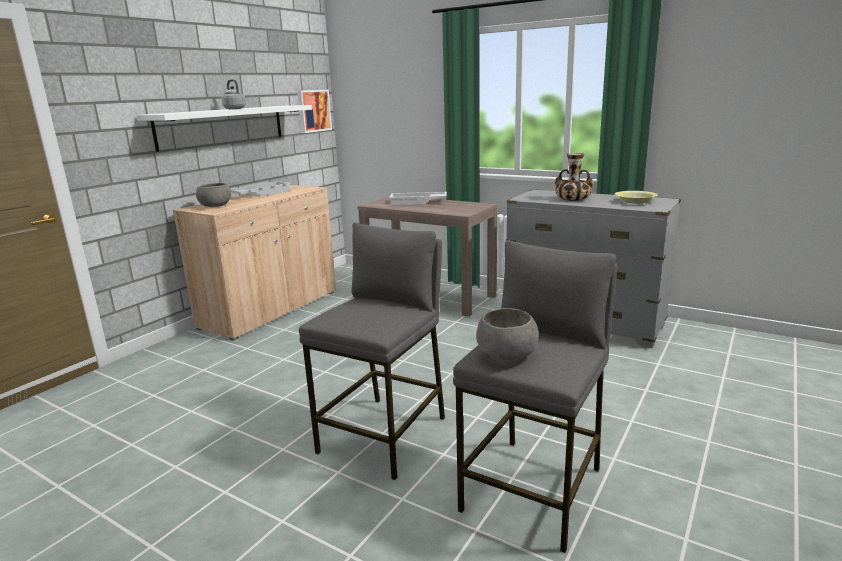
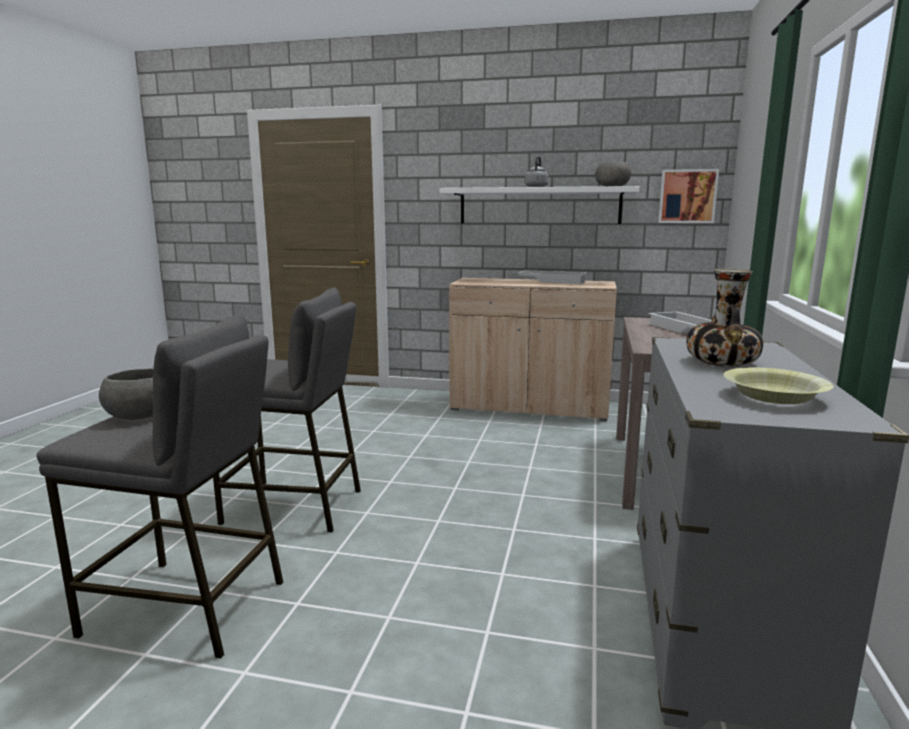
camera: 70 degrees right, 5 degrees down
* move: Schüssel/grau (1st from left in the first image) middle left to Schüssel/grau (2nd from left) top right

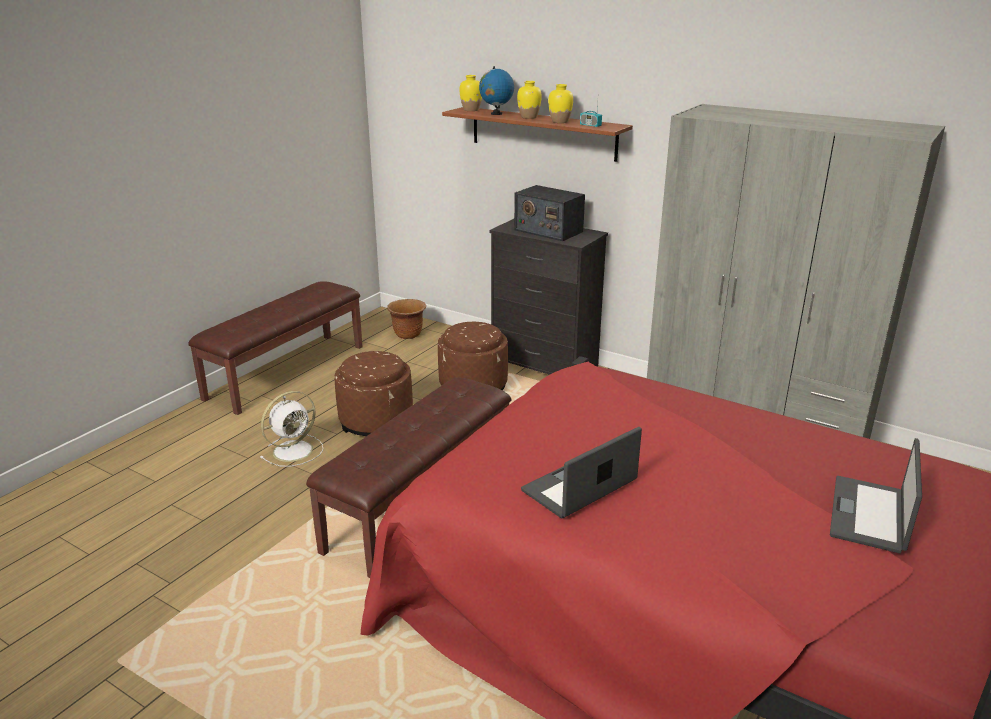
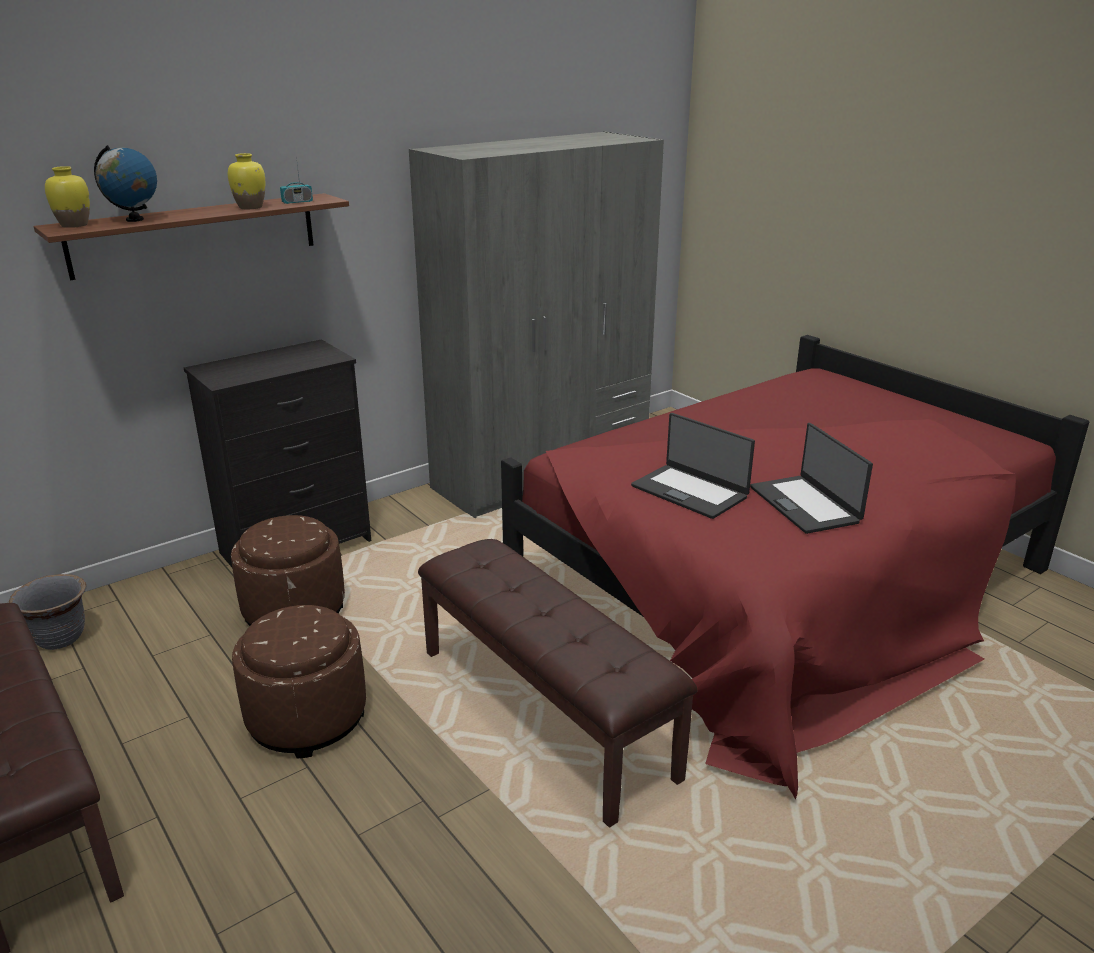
camera: 70 degrees left, 0 degrees up
* delete: Ventilator/weiß middle left
* recolor: Pflanzkübel/braun centre to Pflanzkübel/grau middle left
* delete: Radio (1st from left) top centre
* delete: Vase/gelb (2nd from left) top centre
* move: Laptop (2nd from left in the first image) bottom right to Laptop (1st from left) centre

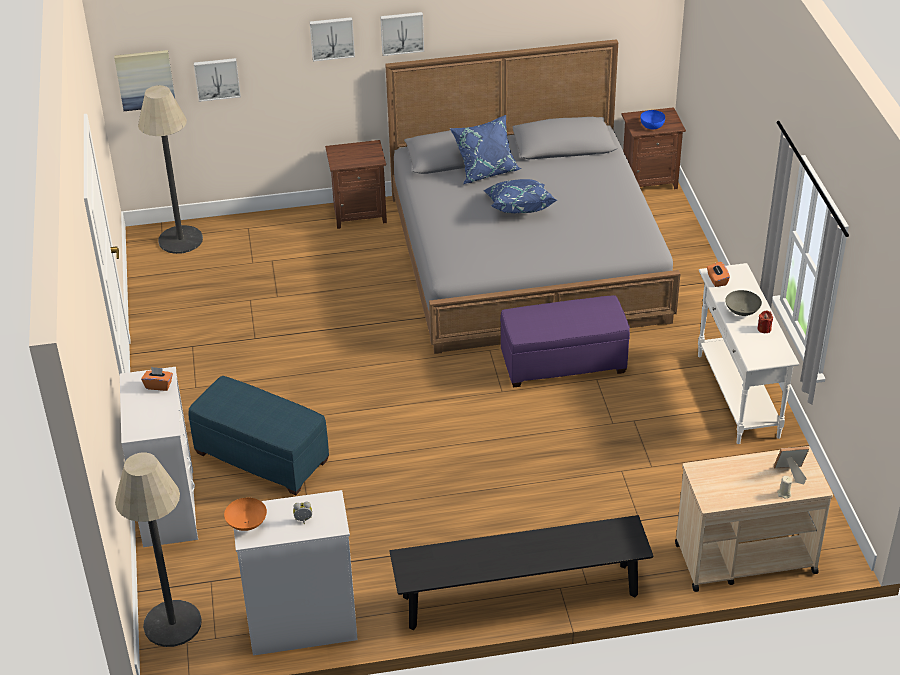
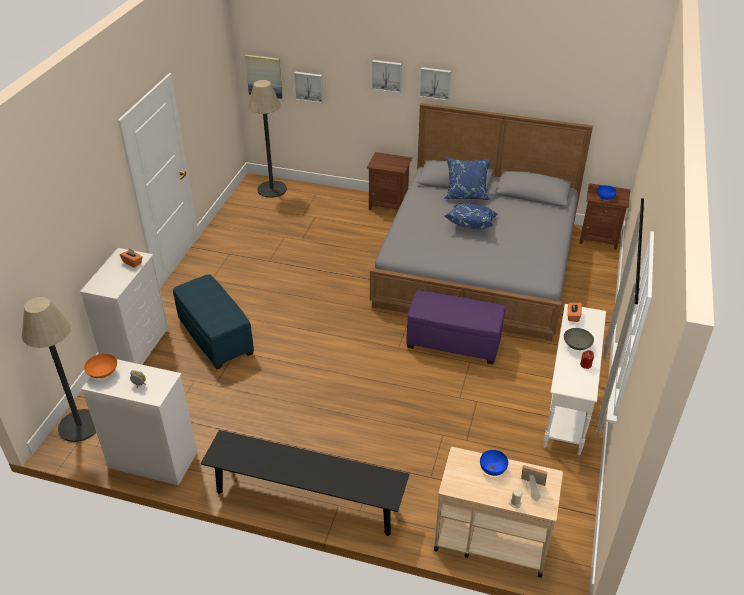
camera: 25 degrees right, 0 degrees up
* insert: Schüssel/blau (1st from left) bottom centre

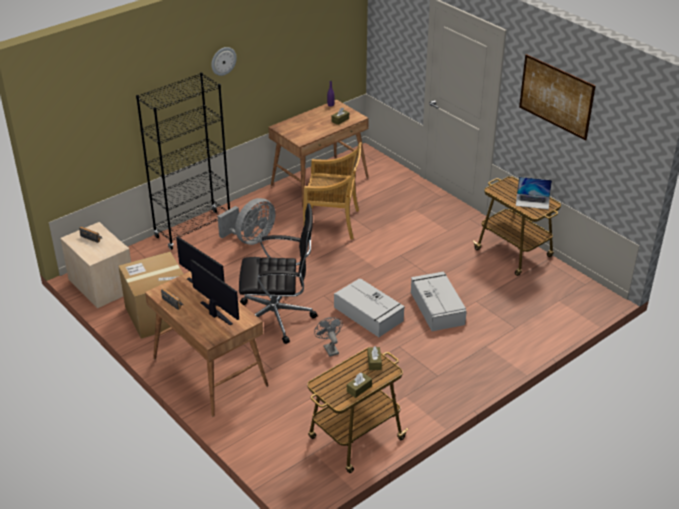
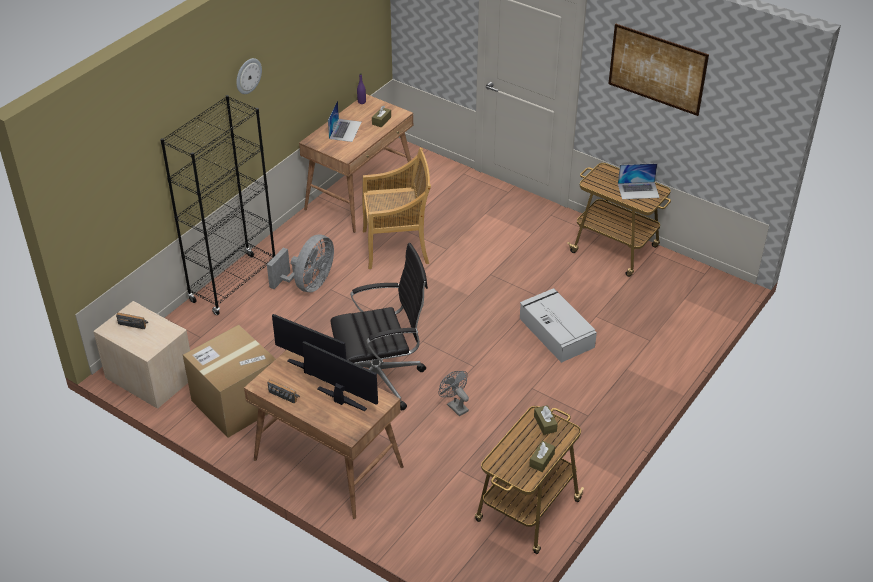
camera: 15 degrees left, 5 degrees up
* delete: Aufbewahrungsbox/grau (1st from left) centre
* insert: Laptop (1st from left) top centre

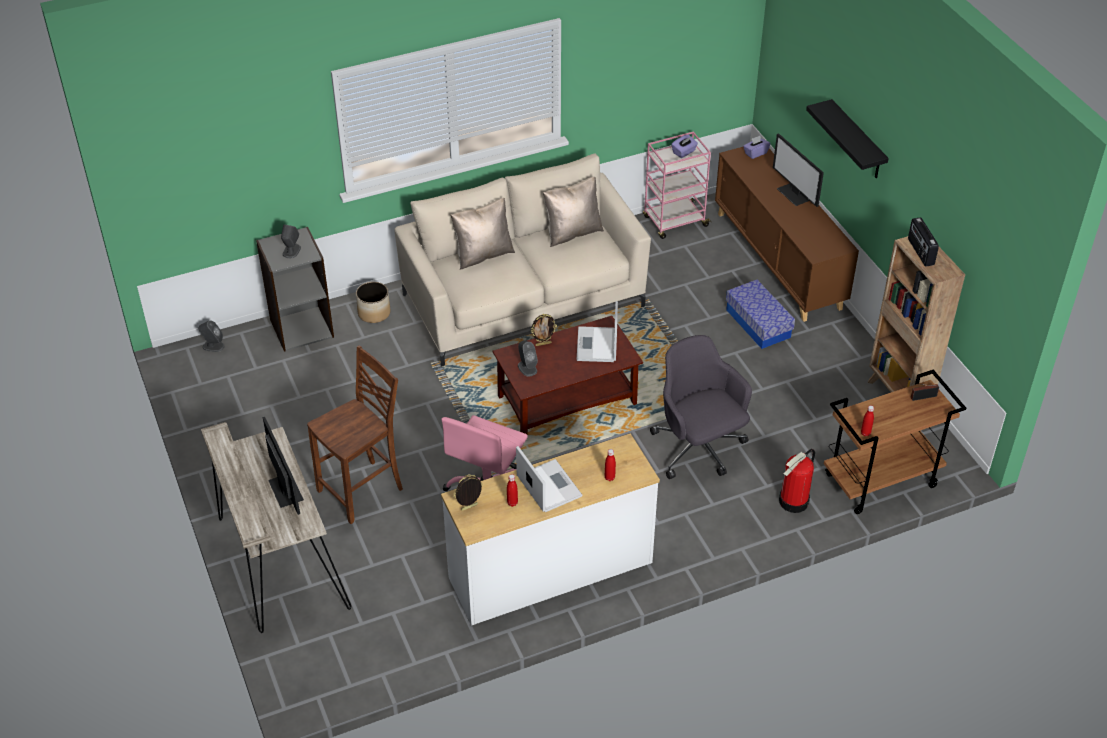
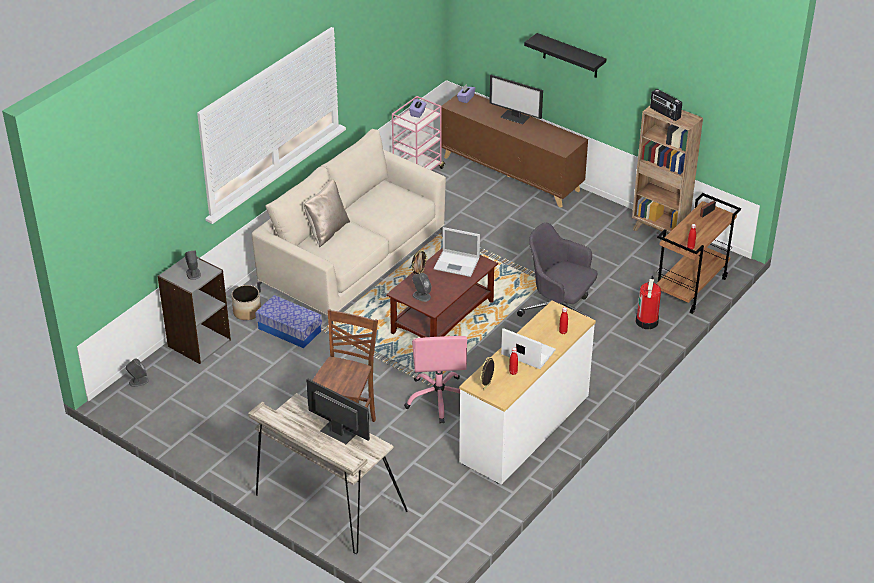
camera: 30 degrees left, 5 degrees down
* delete: Kissen/beige (2nd from left) top centre
* rotate: Laptop (2nd from left in the first image) centre = centre 45 degrees counterclockwise
* move: Aufbewahrungsbox middle right to middle left

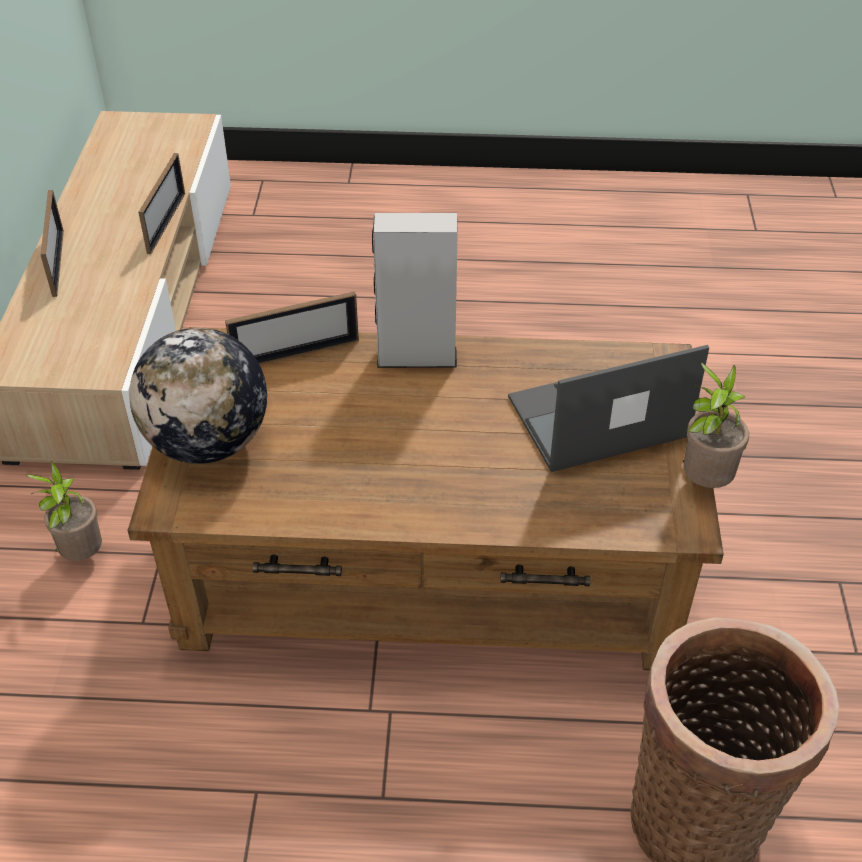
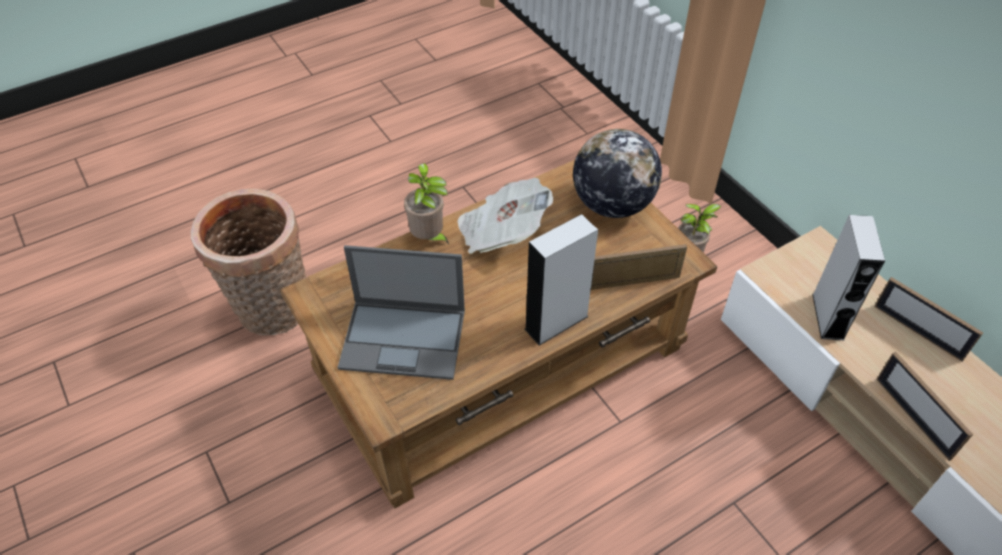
camera: 145 degrees right, 5 degrees up
* rotate: Bilderrahmen (3rd from left in the first image) centre = centre 45 degrees clockwise
* rotate: Laptop middle right = centre 60 degrees clockwise
* move: Topfpflanze (2nd from left in the first image) middle right to Topfpflanze (1st from left) centre
* insert: Zeitung centre
* insert: Lautsprecher/grau (2nd from left) middle right

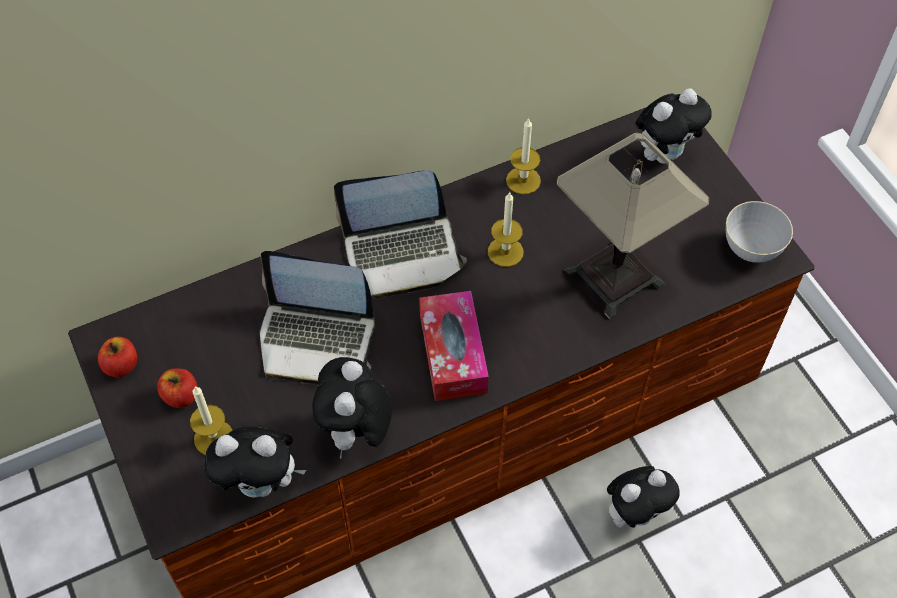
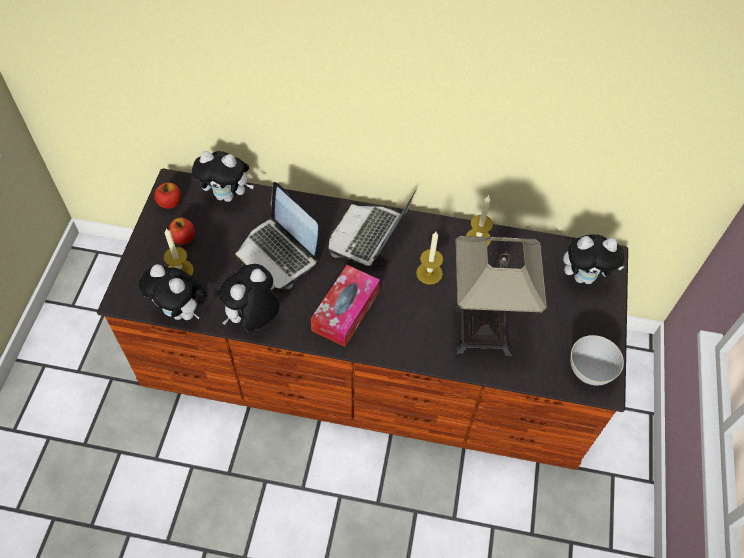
camera: 35 degrees right, 0 degrees up
* rotate: Laptop (2nd from left) centre = centre 90 degrees clockwise
* move: Plüschtier (3rd from left in the first image) bottom right to Plüschtier (2nd from left) top left

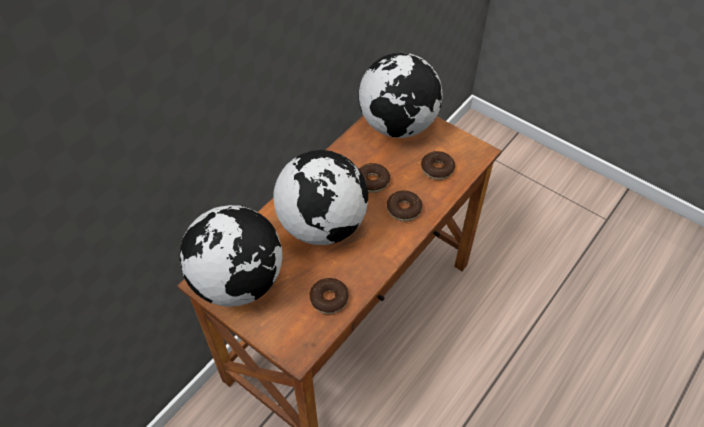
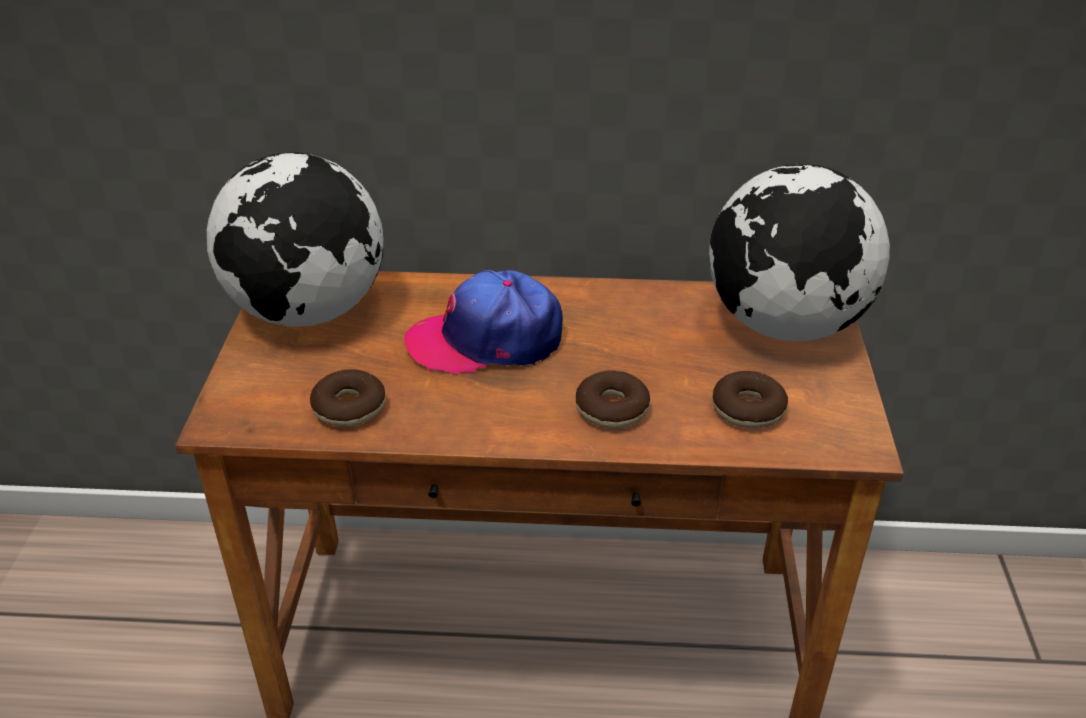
camera: 55 degrees right, 15 degrees down
* replace: Globus (2nd from left) centre to Kappe centre
* delete: Donut (2nd from left) centre

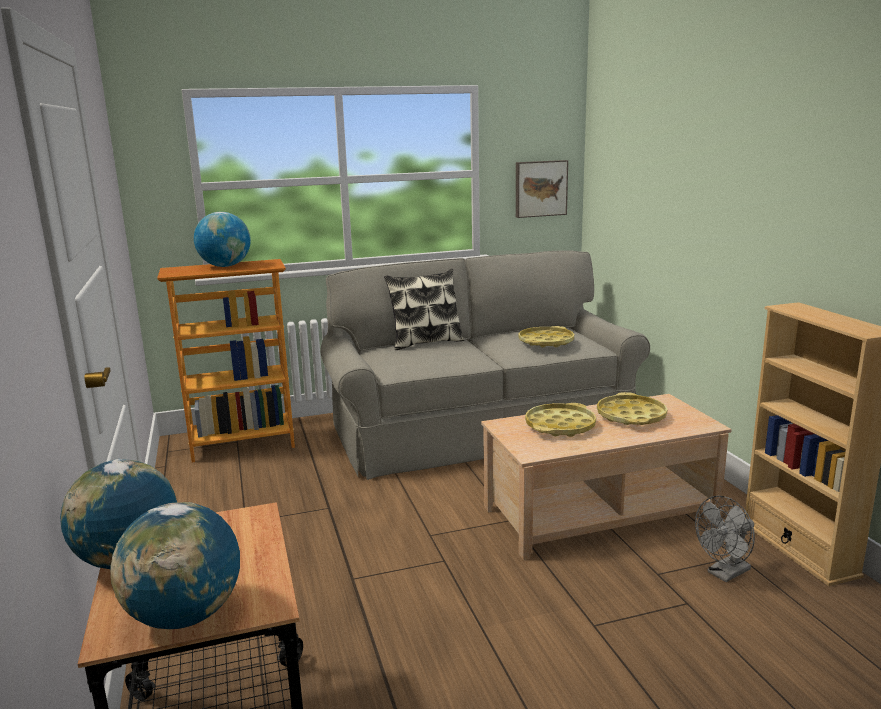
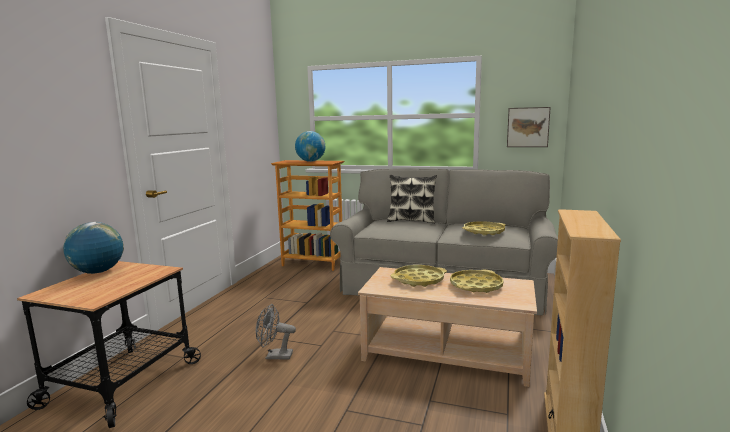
camera: 35 degrees right, 5 degrees down
* delete: Globus (2nd from left) bottom left
* move: Ventilator/grau bottom right to bottom centre

